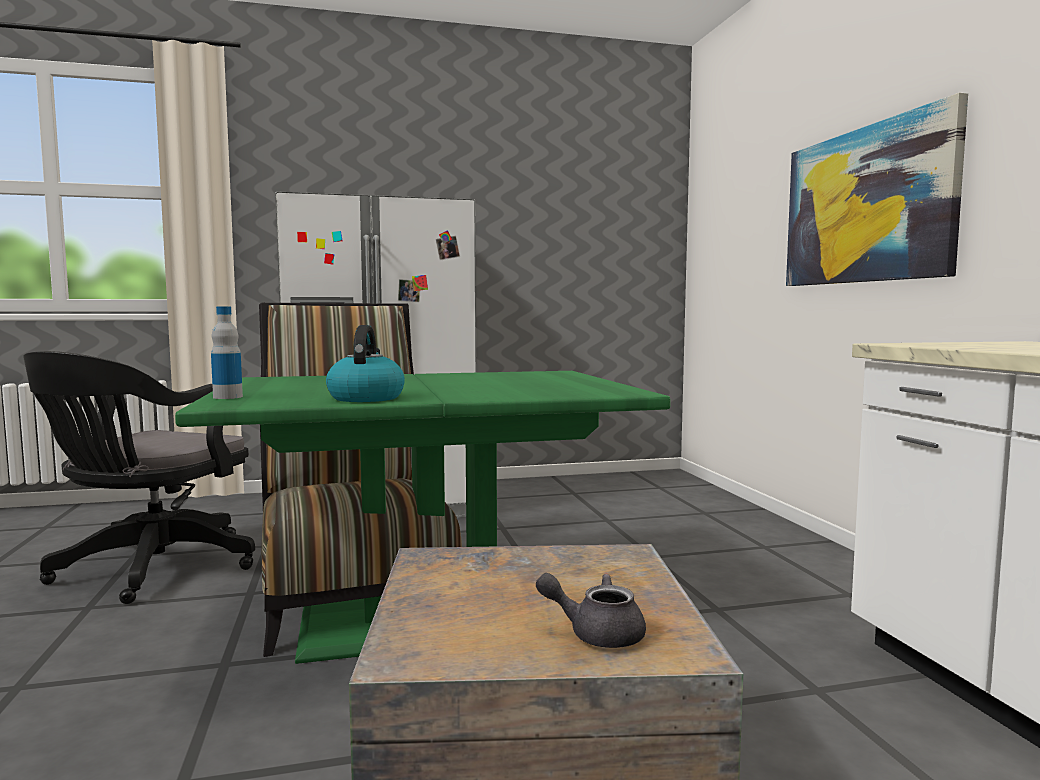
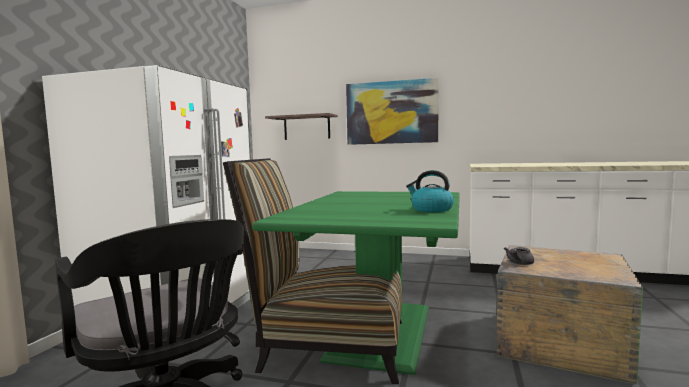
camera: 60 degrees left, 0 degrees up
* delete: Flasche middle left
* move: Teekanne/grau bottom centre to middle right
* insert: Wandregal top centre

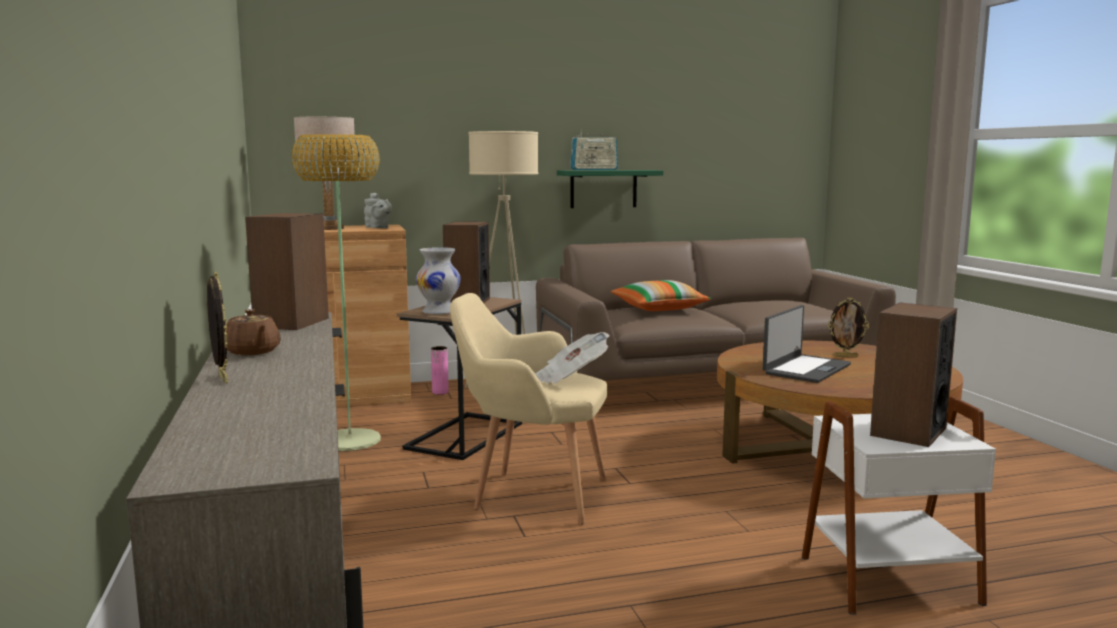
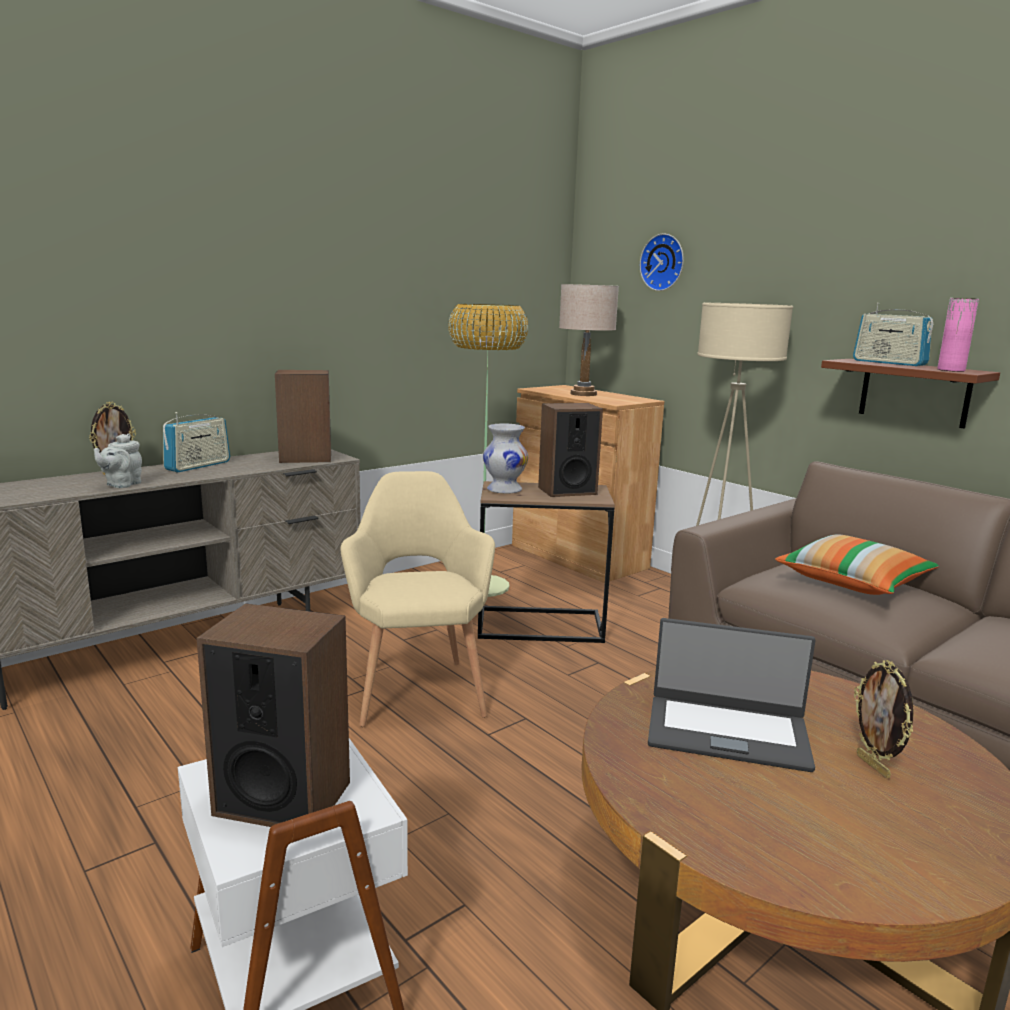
camera: 65 degrees right, 5 degrees up
* replace: Teekanne/braun middle left to Radio (1st from left) middle left
* move: Teekanne/grau centre to middle left
* move: Vase/rosa centre to top right
* delete: Zeitung centre
* recolor: Wandregal/grün top centre to Wandregal/braun middle right
* insert: Wanduhr top centre

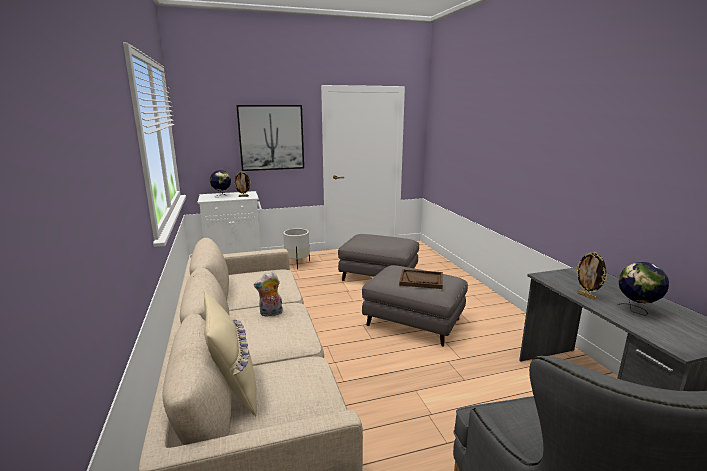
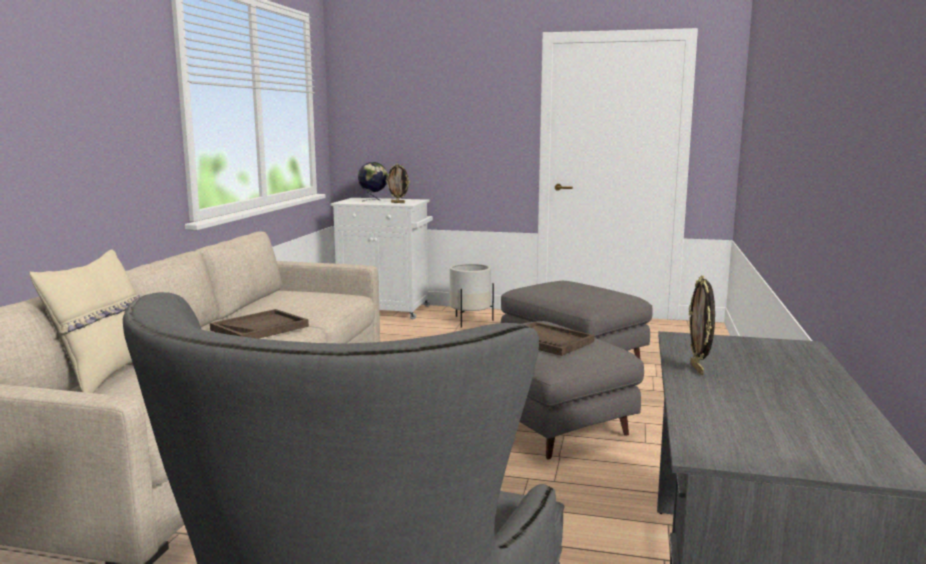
camera: 30 degrees right, 5 degrees down
* delete: Bild top centre
* replace: Plüschtier centre to Tablett/braun (1st from left) middle left
* delete: Globus (2nd from left) middle right

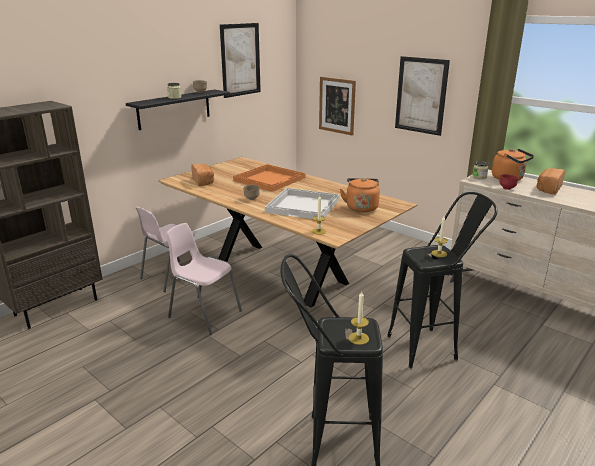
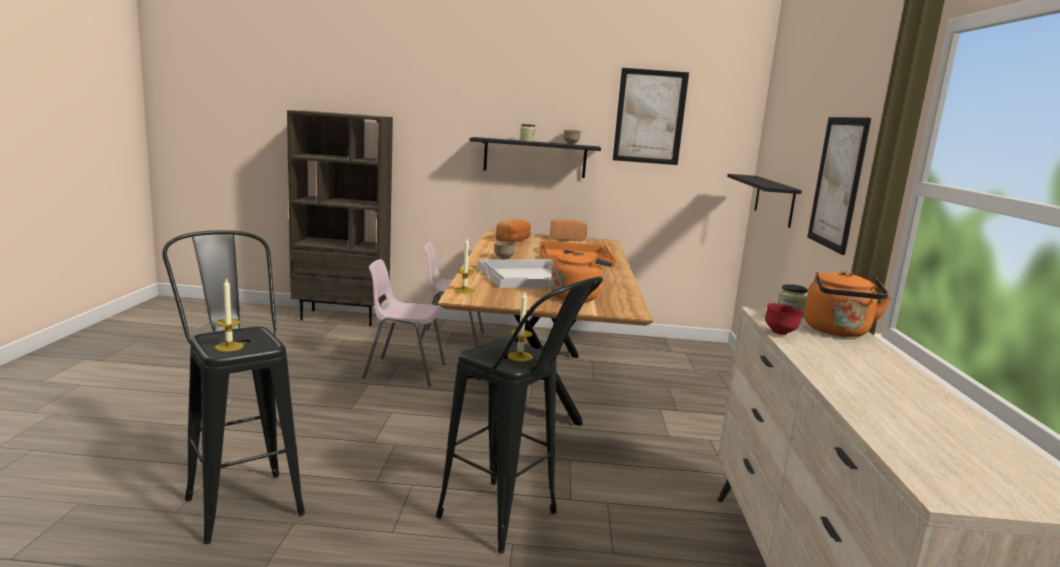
camera: 50 degrees right, 10 degrees down
* rotate: Stuhl/rosa (2nd from left in the first image) centre = centre 75 degrees counterclockwise
* replace: Bild (2nd from left) top centre to Wandregal/schwarz (2nd from left) middle right
* move: Brot (2nd from left) middle right to centre

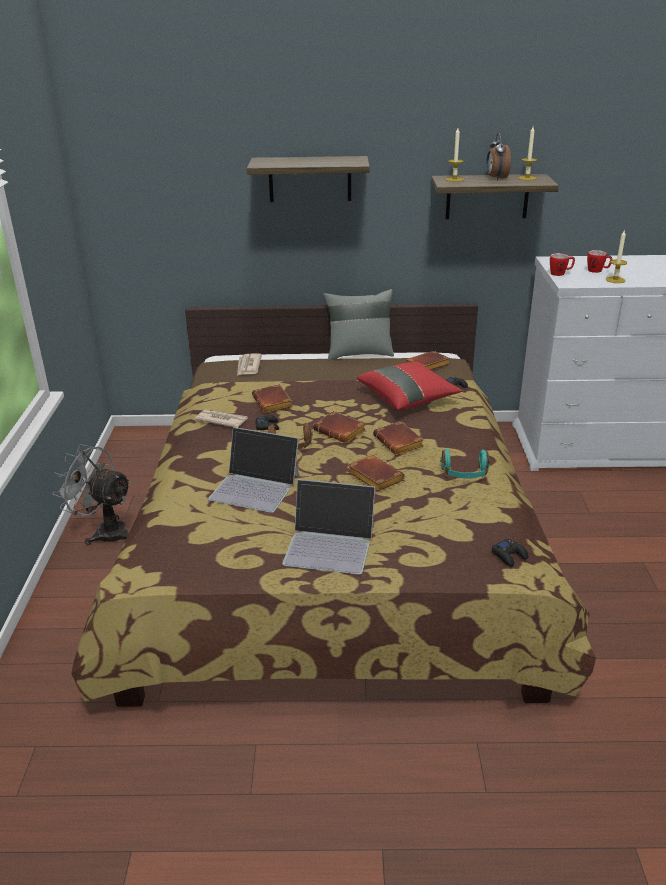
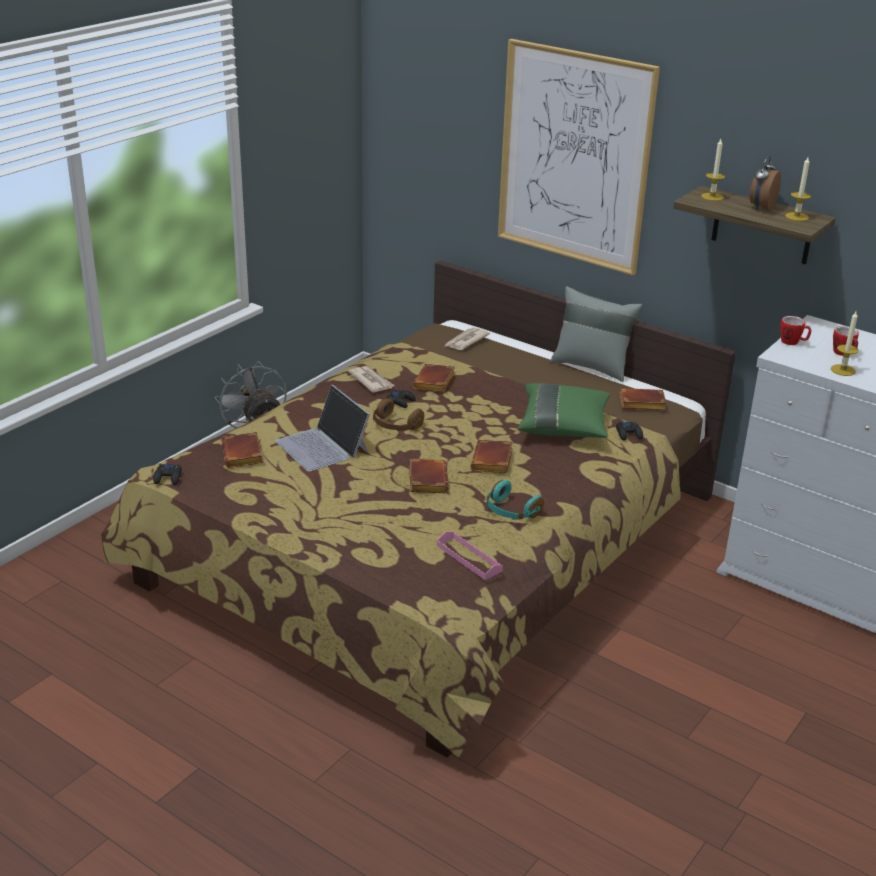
camera: 35 degrees right, 0 degrees up
* replace: Wandregal (1st from left) top centre to Bild top centre
* delete: Laptop (2nd from left) centre
* move: Buch/braun (2nd from left in the first image) centre to Buch/braun (1st from left) middle left
* recolor: Kissen/rot centre to Kissen/grün centre
* move: Gamepad/schwarz (3rd from left in the first image) middle right to Gamepad/schwarz (1st from left) middle left
* insert: Tablett/rosa centre

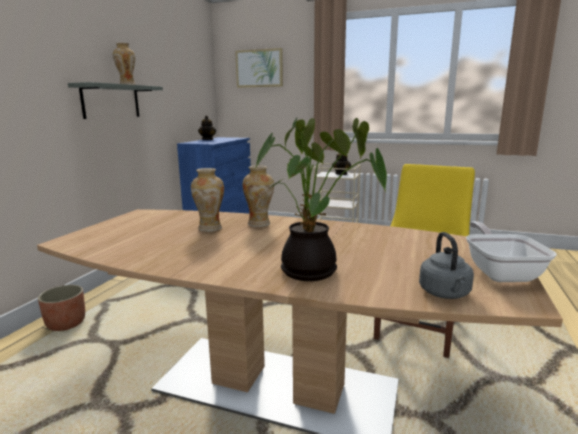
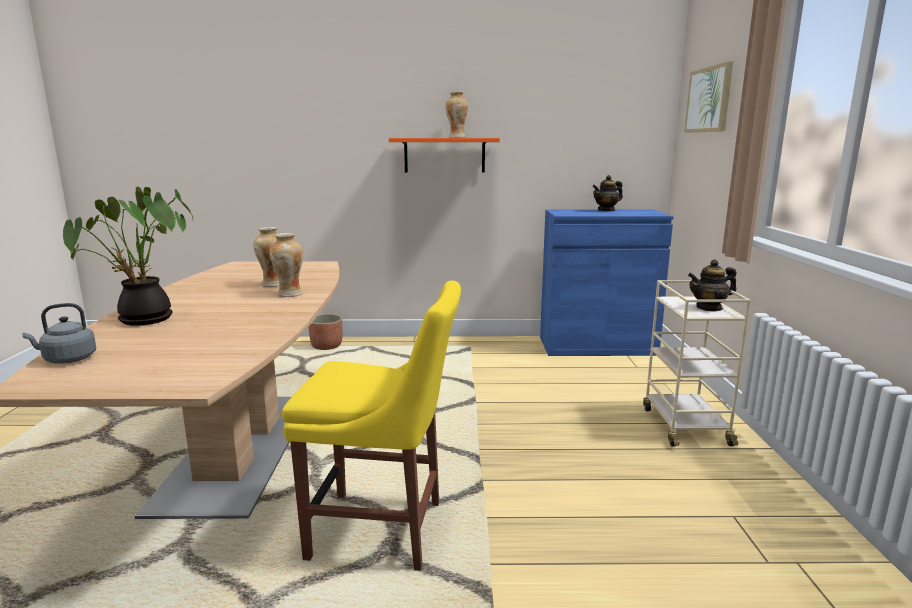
camera: 70 degrees right, 0 degrees up
* recolor: Wandregal/grau top left to Wandregal/orange top centre
* delete: Pfanne middle right

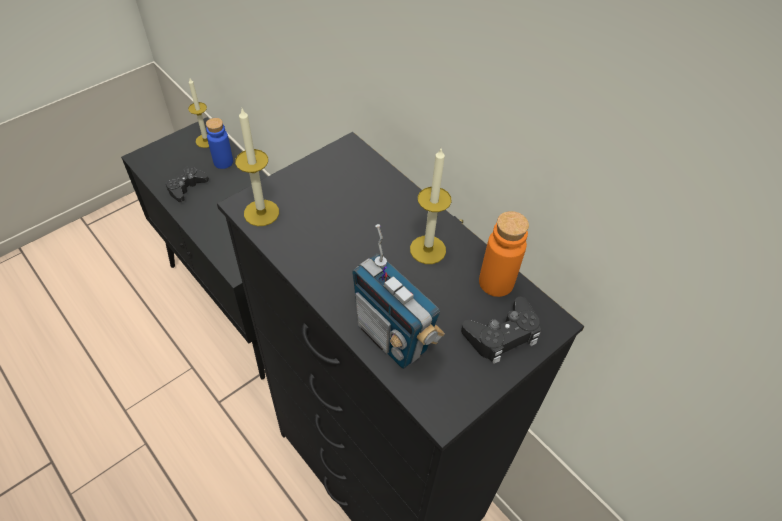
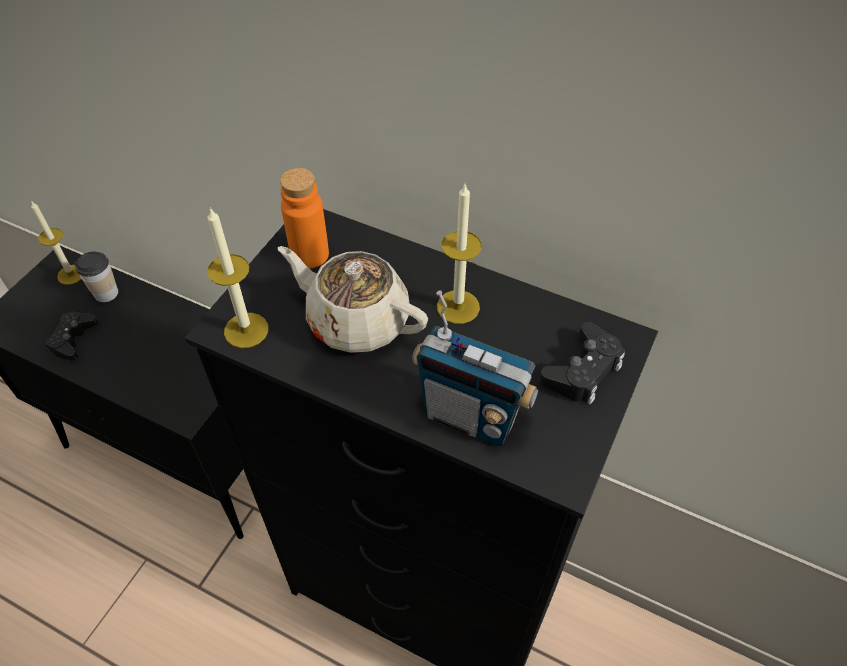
camera: 20 degrees left, 0 degrees up
* replace: Flasche/blau top left to Tasse middle left
* move: Flasche/orange centre to top centre
* insert: Teekanne/beige centre

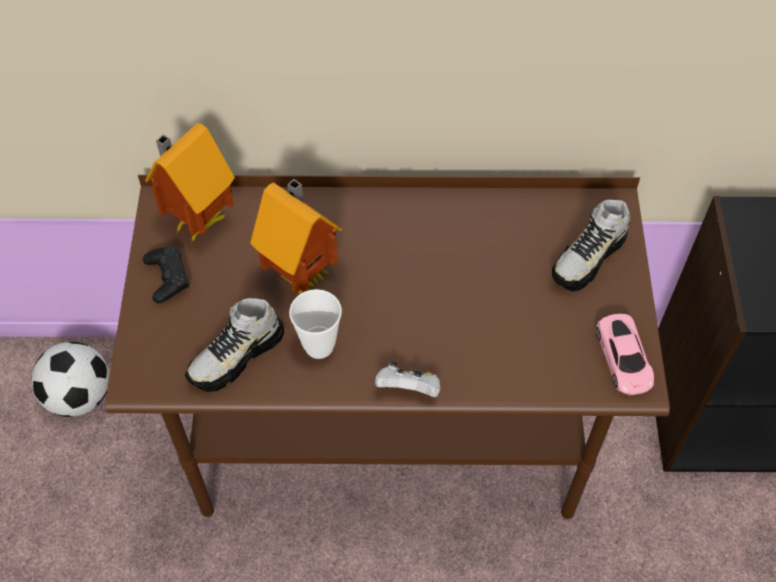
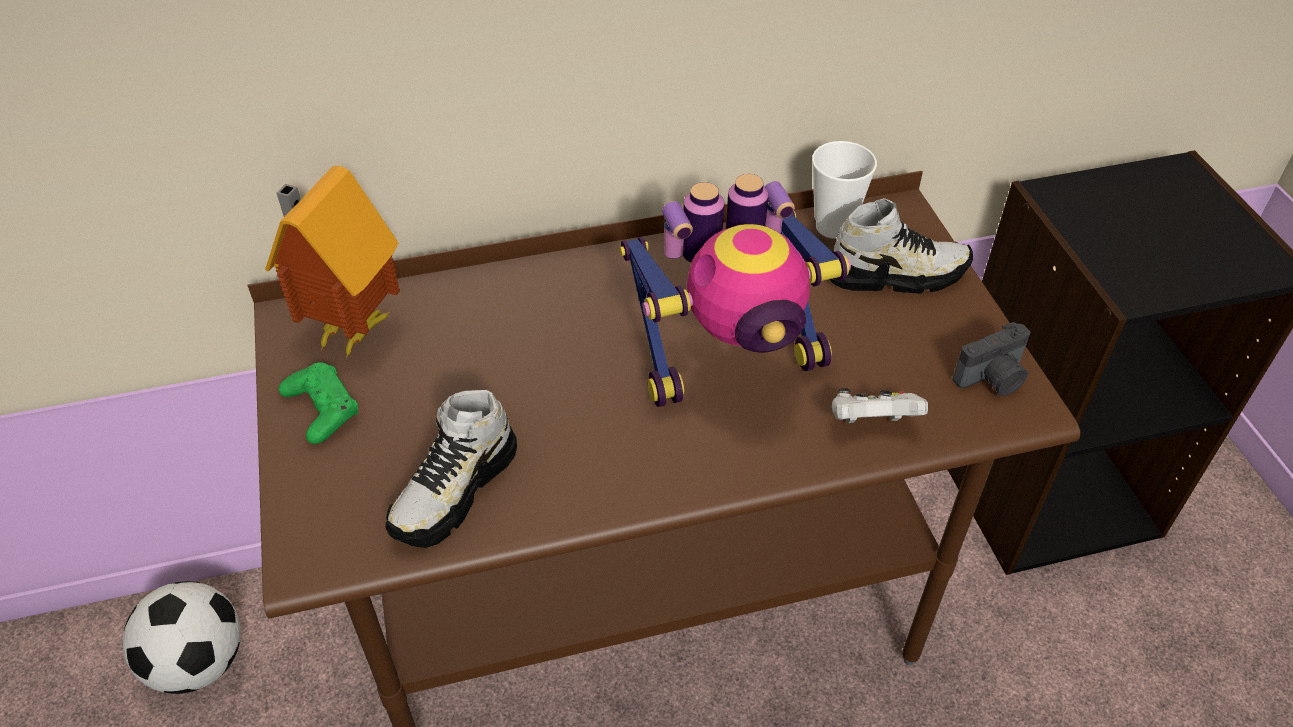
camera: 15 degrees left, 10 degrees down
* recolor: Gamepad/schwarz middle left to Gamepad/grün middle left
* delete: Spielzeughaus (2nd from left) centre
* move: Tasse centre to top centre
* move: Gamepad/weiß centre to middle right
* rotate: Schuh (2nd from left) middle right = middle right 120 degrees counterclockwise
* replace: Spielzeugauto/rosa middle right to Kamera middle right
* insert: Spielzeugroboter centre

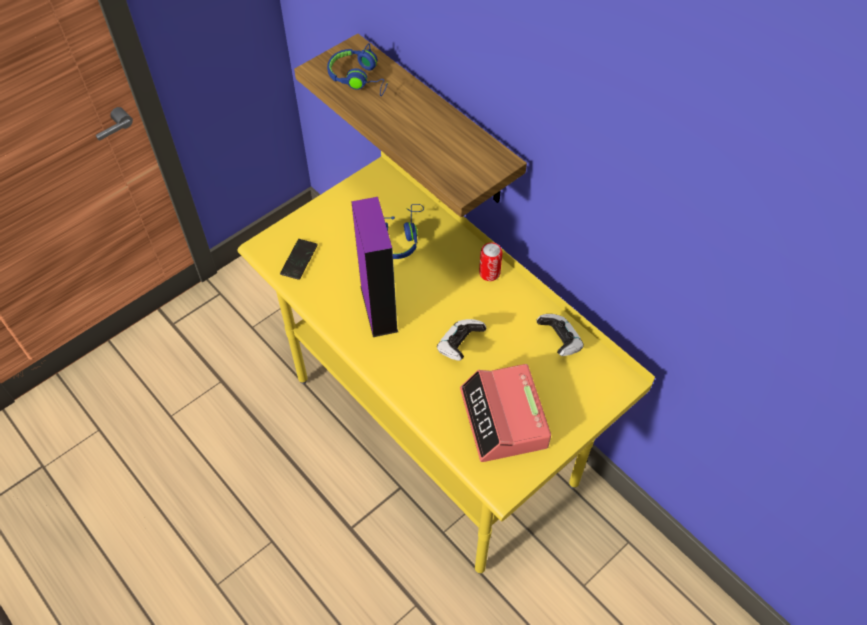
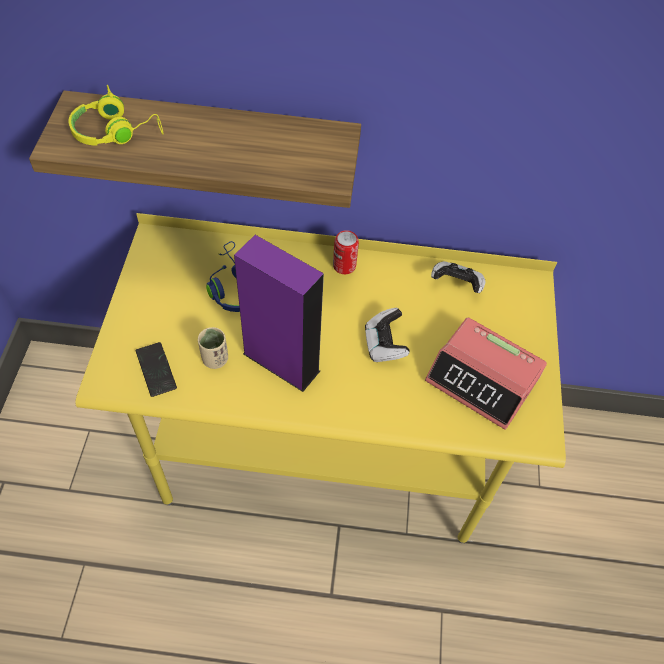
camera: 45 degrees left, 0 degrees up
* recolor: Kopfhörer/blau (1st from left) top centre to Kopfhörer/gelb top left
* insert: Tasse/beige middle left

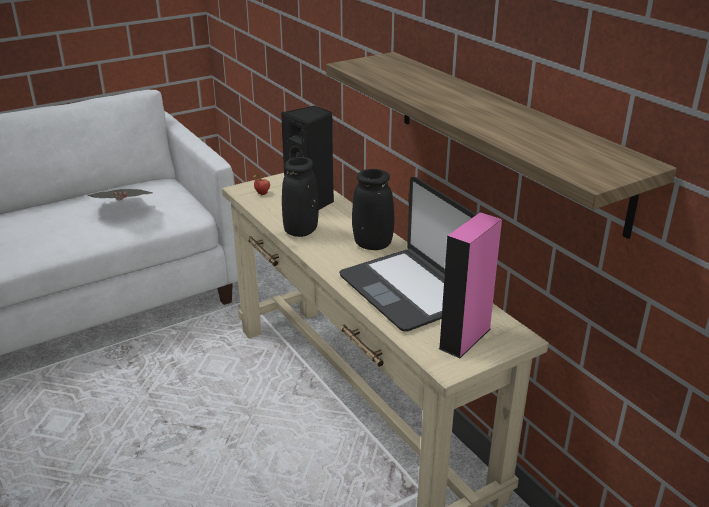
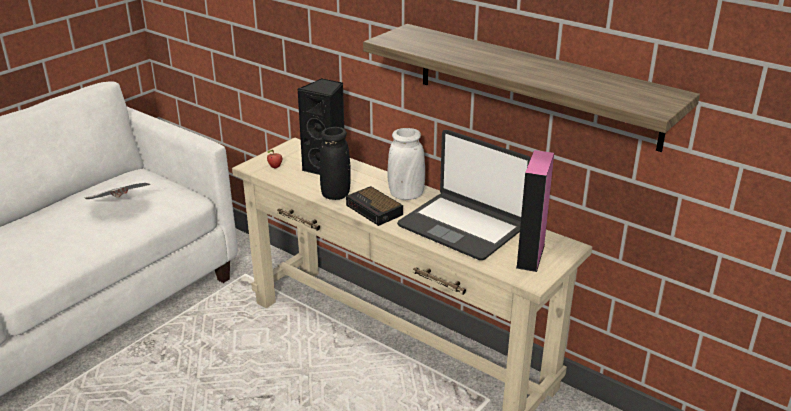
camera: 20 degrees left, 0 degrees up
* recolor: Vase/schwarz (2nd from left) centre to Vase/weiß centre
* insert: Wecker centre

